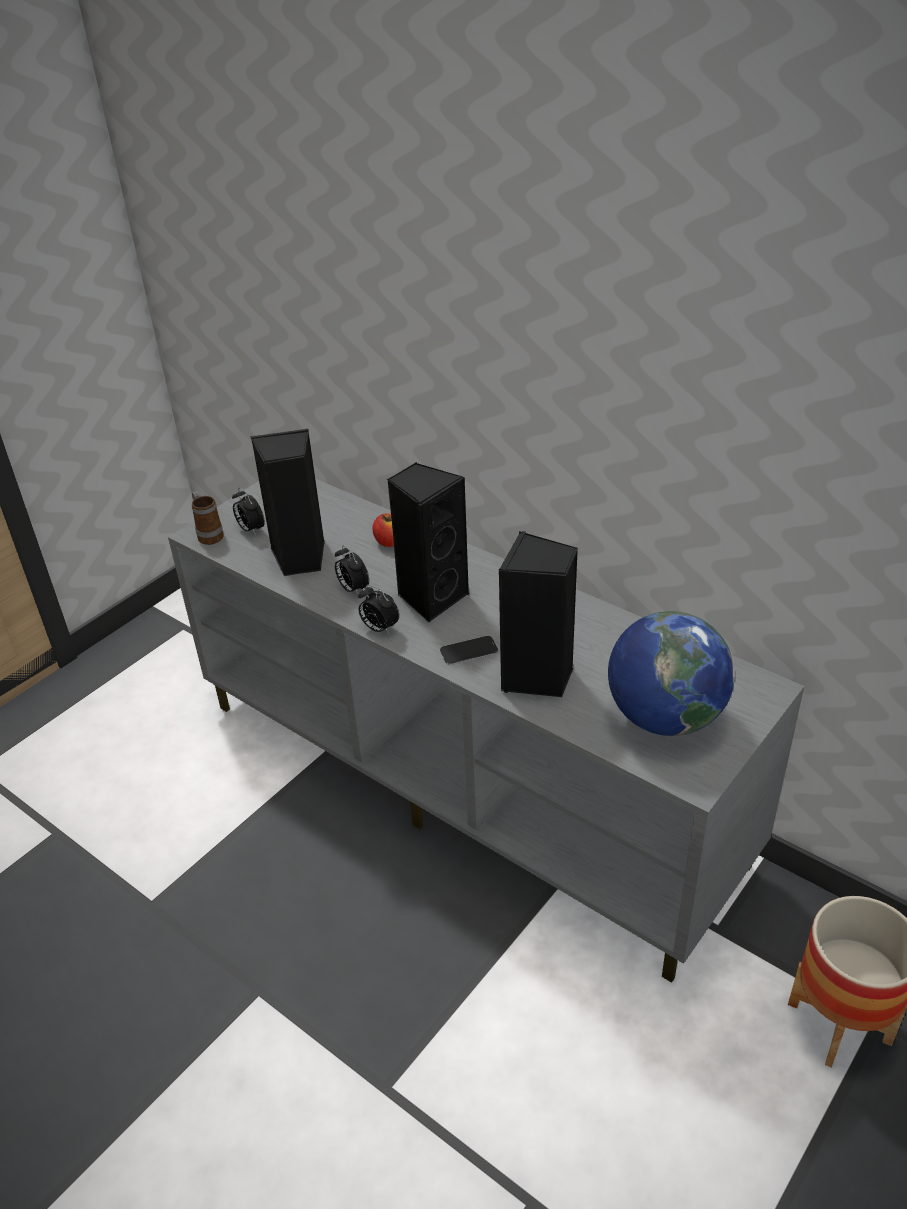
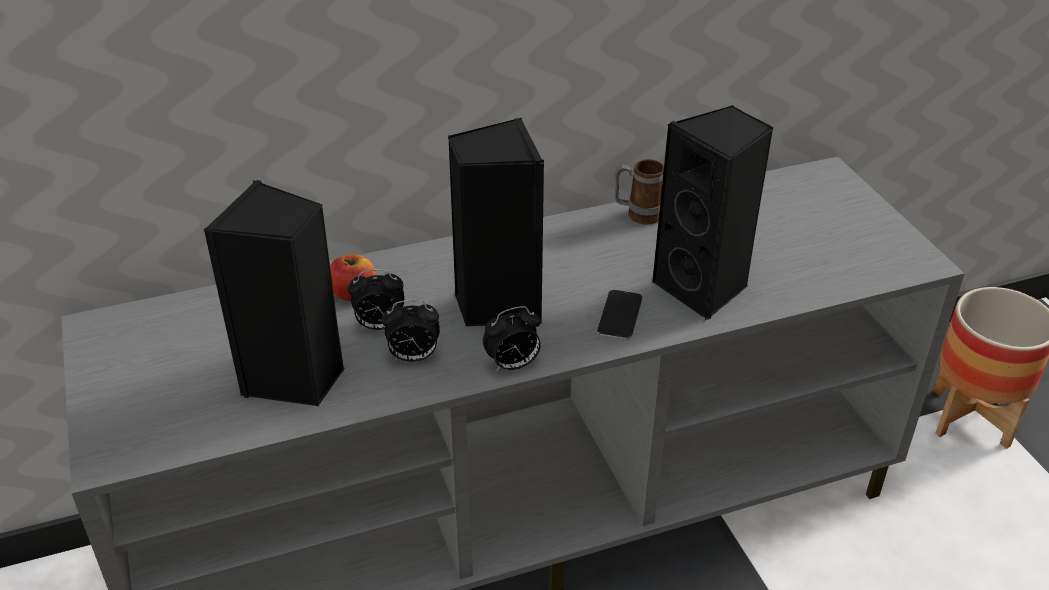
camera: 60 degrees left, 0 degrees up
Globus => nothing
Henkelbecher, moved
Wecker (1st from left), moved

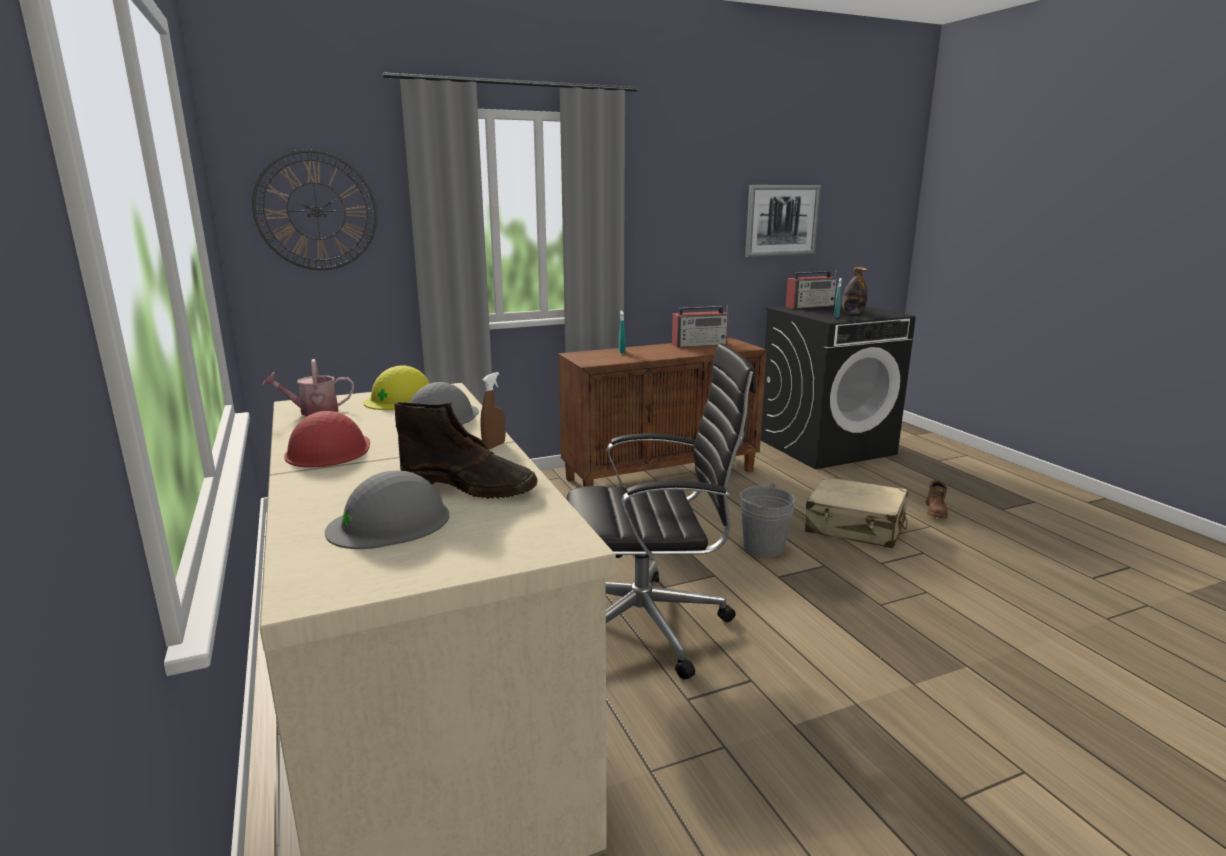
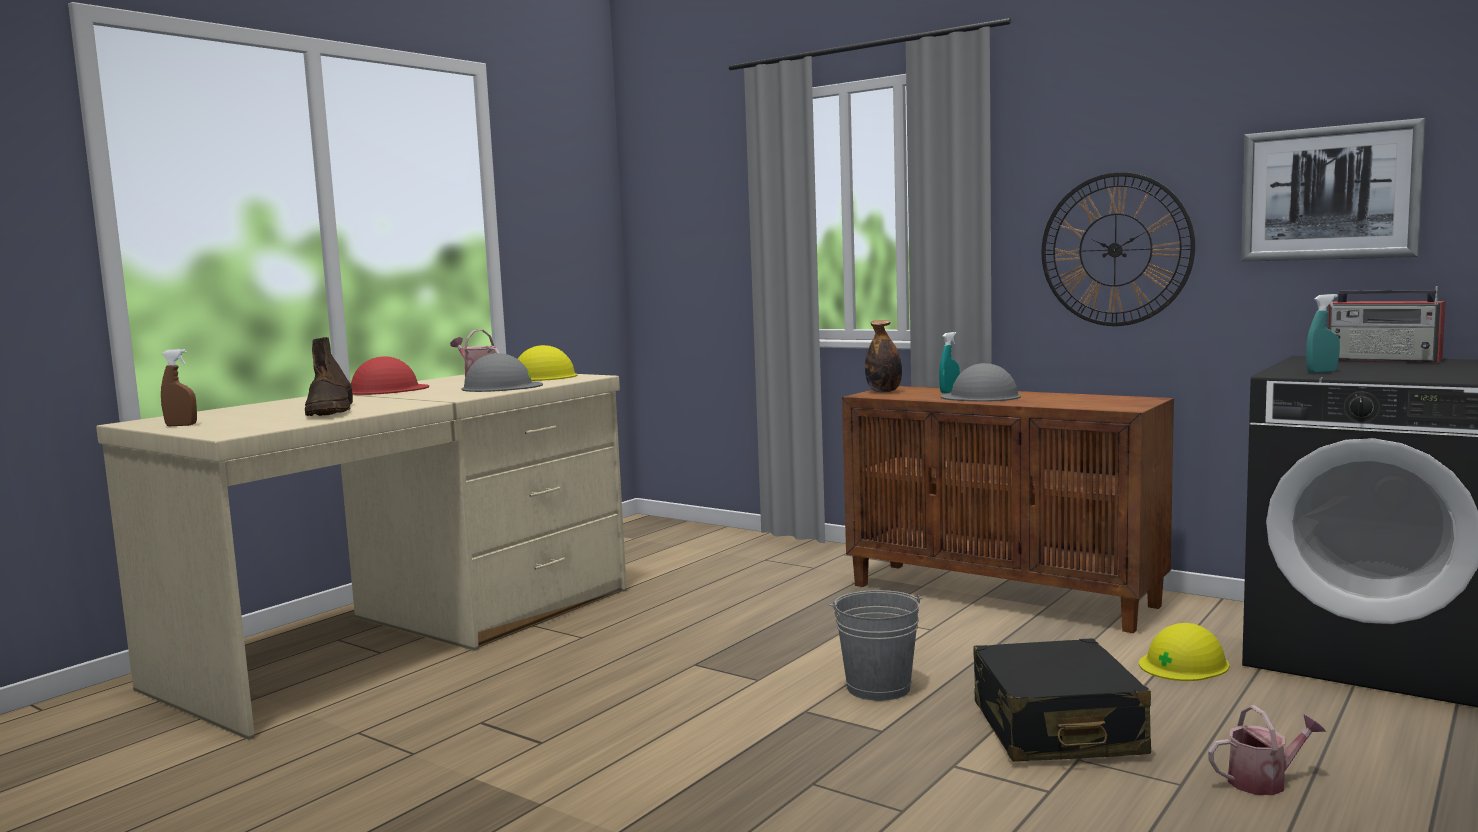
camera: 60 degrees right, 10 degrees down
Bürostuhl (schwarz) => nothing
Radio (1st from left) => nothing
nothing => Schutzhelm (gelb) (2nd from left)
Wanduhr, moved
Schutzhelm (grau) (1st from left in the first image) => Schutzhelm (grau) (2nd from left), moved
Sprühflasche (braun), moved
Flasche, moved
Stiefel (braun) (2nd from left) => Gießkanne (2nd from left)
Koffer (beige) => Koffer (schwarz)

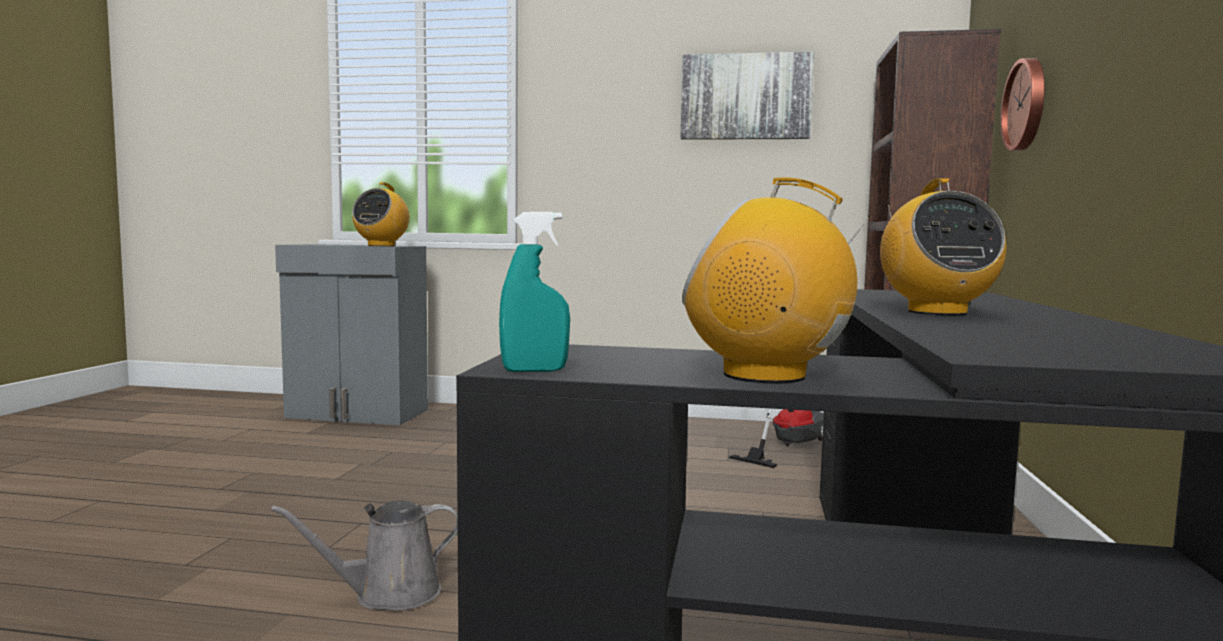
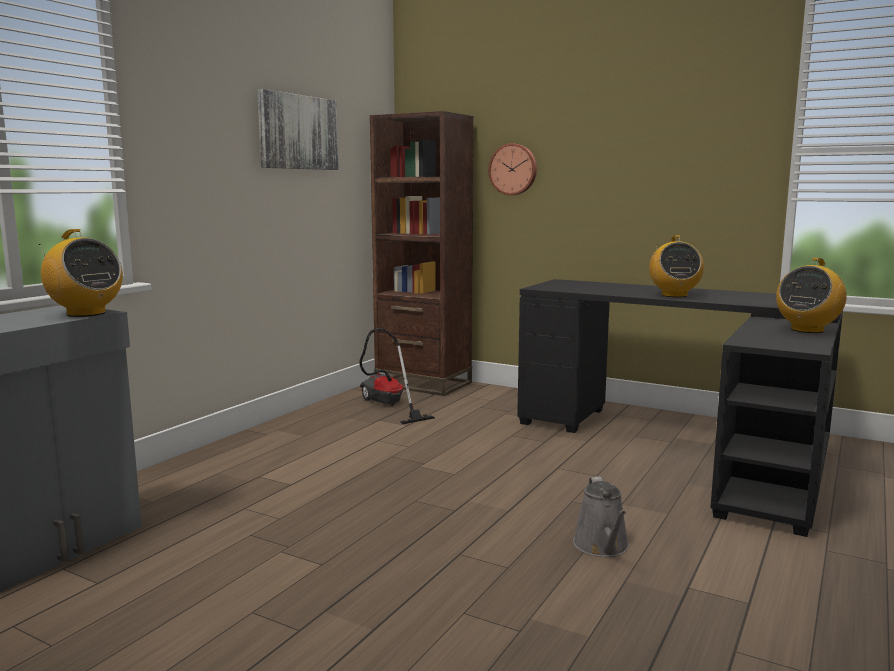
camera: 70 degrees left, 5 degrees up
Sprühflasche (türkis) => nothing
Radio (3rd from left in the first image) => Radio (2nd from left), 75 degrees clockwise

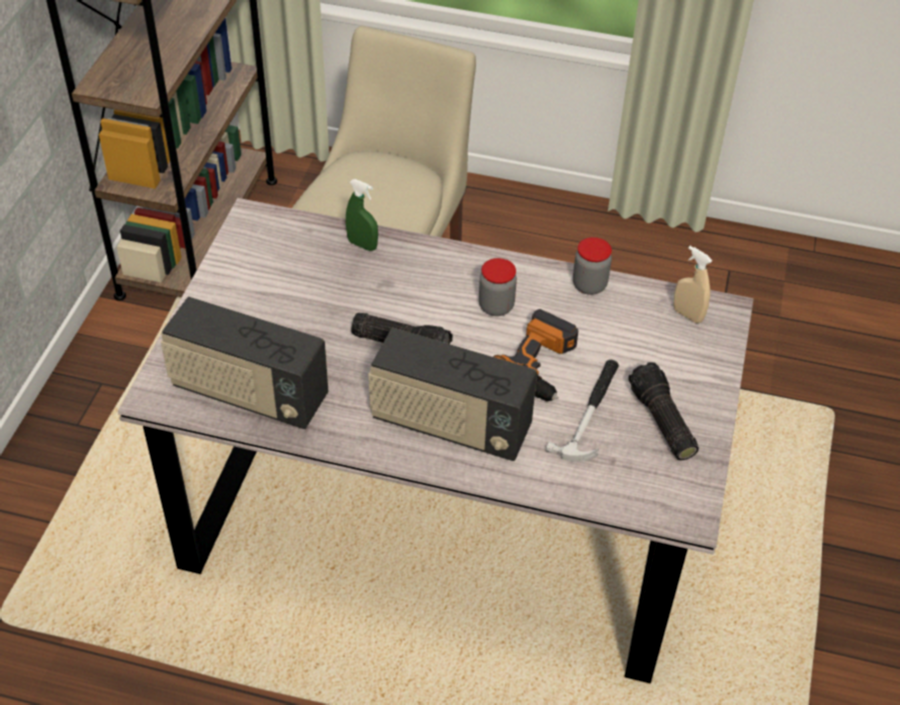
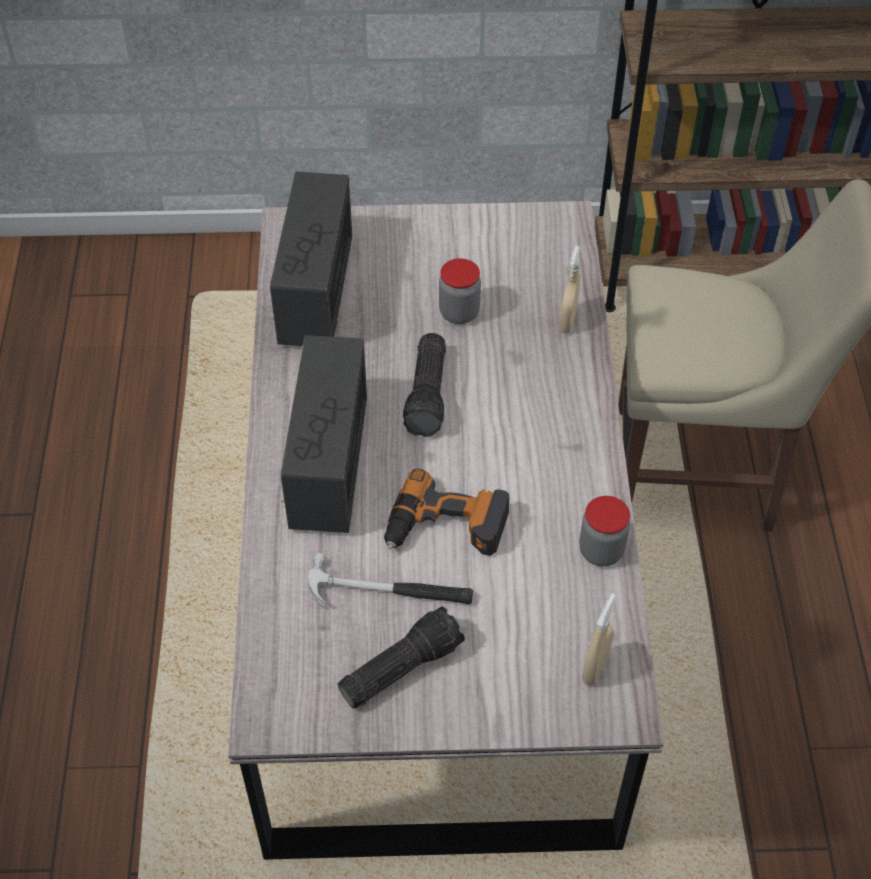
camera: 75 degrees right, 5 degrees up
Vorratsglas (1st from left), moved
Sprühflasche (grün) => Sprühflasche (beige) (1st from left)

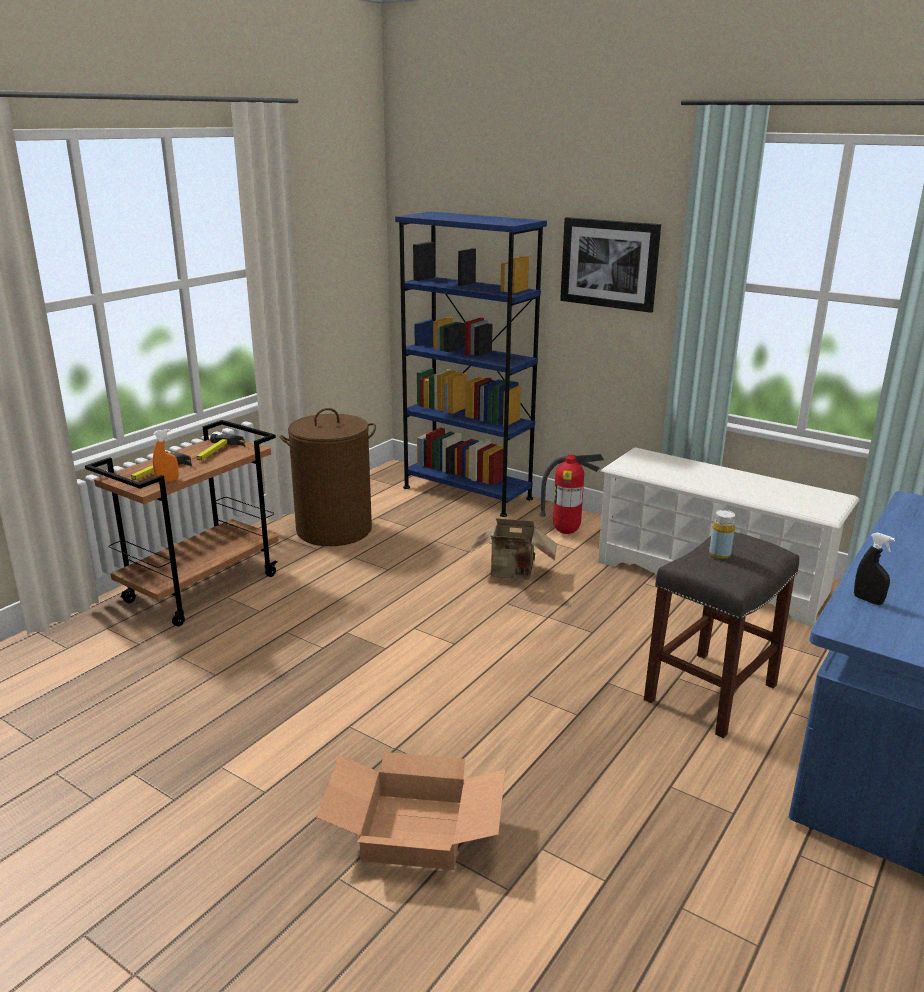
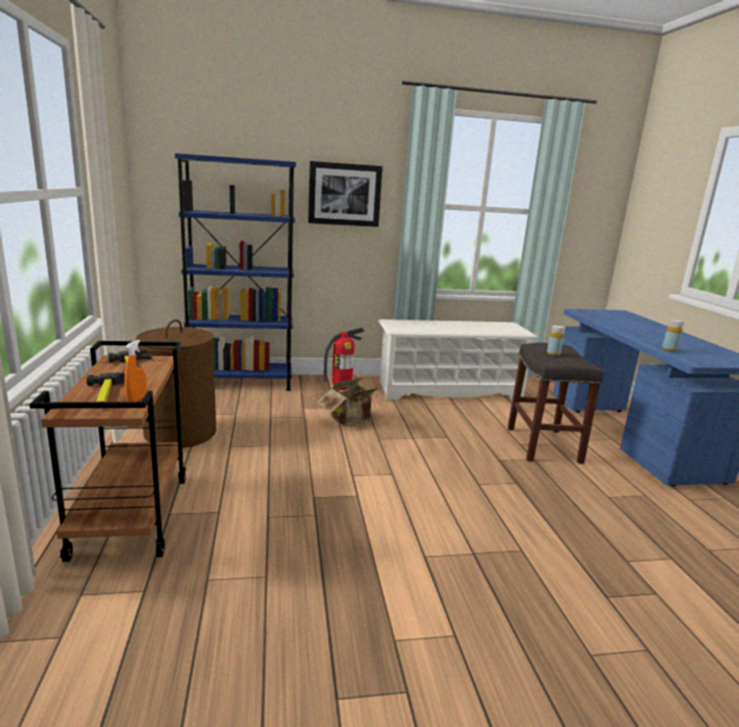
camera: 45 degrees left, 5 degrees down
Karton (1st from left) => nothing
Sprühflasche (schwarz) => Flasche (gelb) (2nd from left)

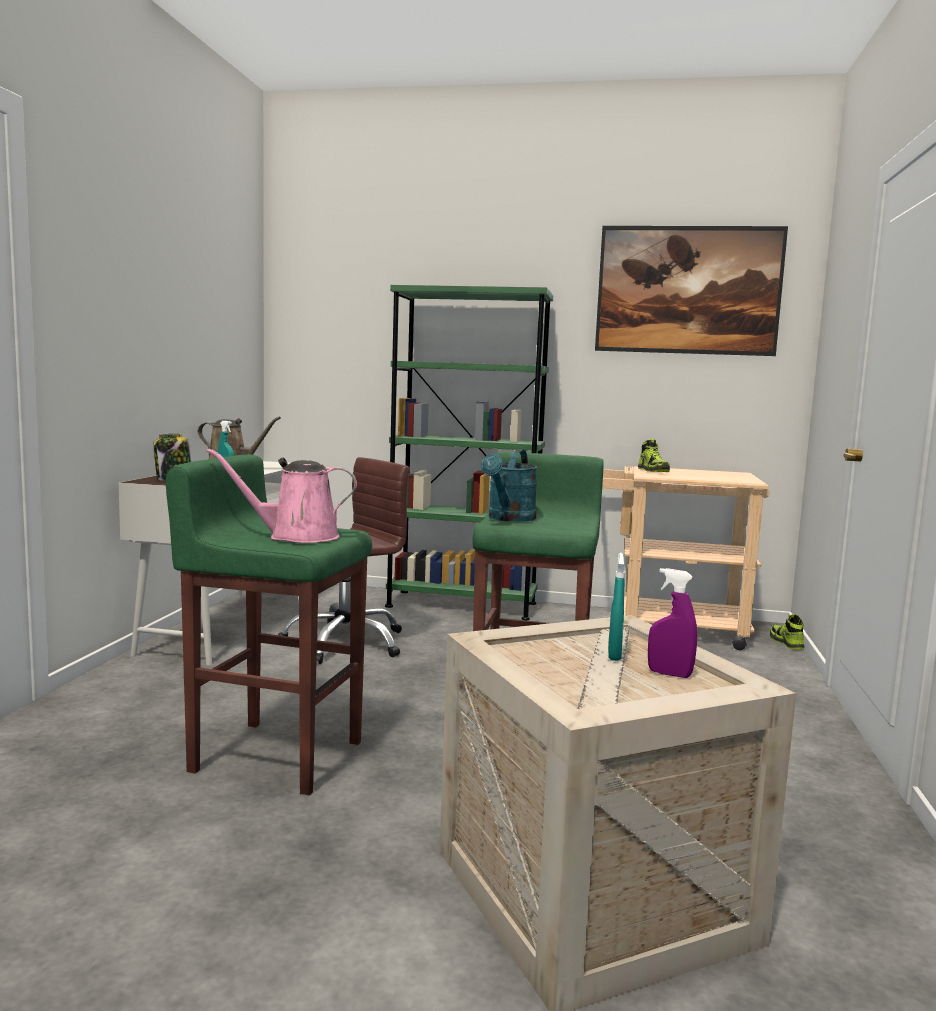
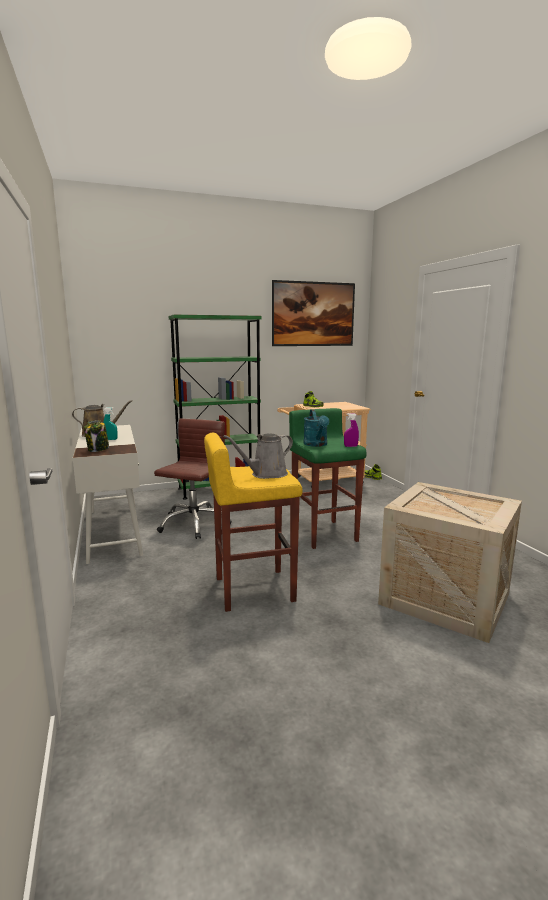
camera: 30 degrees left, 5 degrees up
Sprühflasche (türkis) (2nd from left) => nothing
Sprühflasche (lila), moved
Hocker (grün) (1st from left) => Hocker (gelb)
Gießkanne (rosa) => Gießkanne (grau)

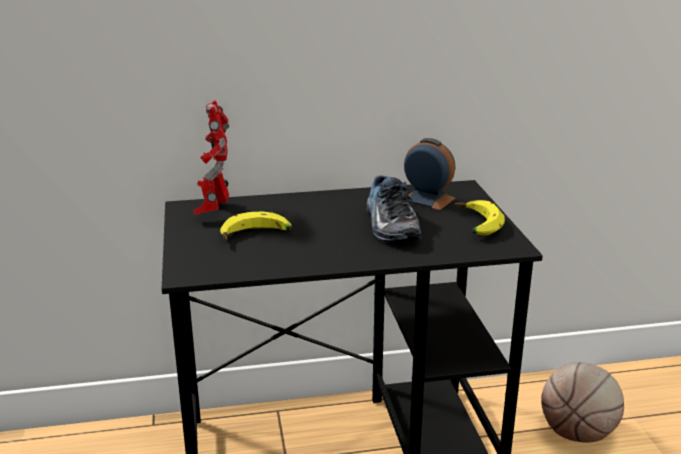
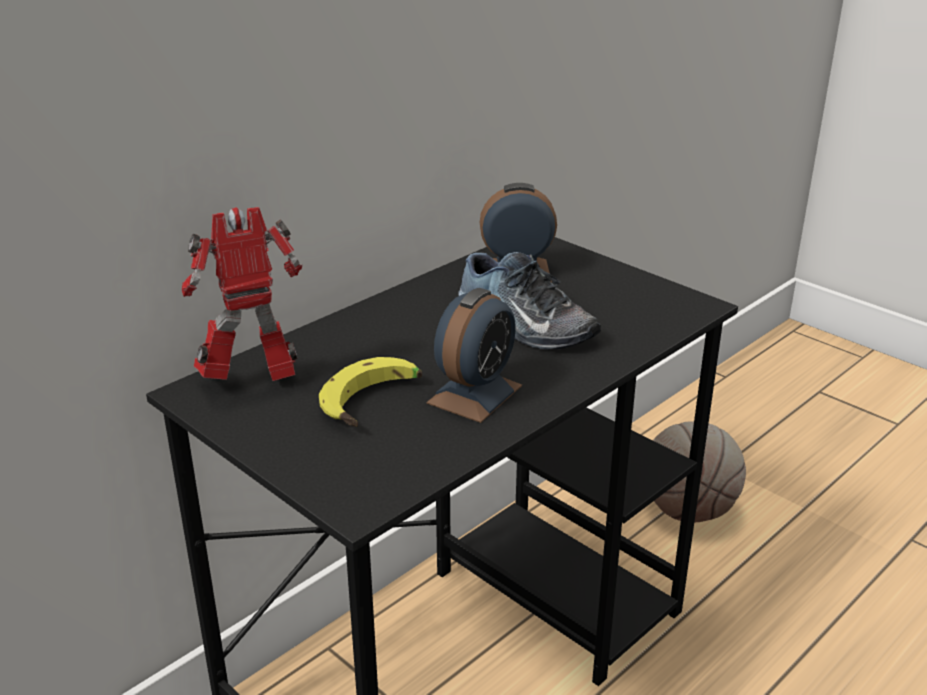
camera: 35 degrees left, 5 degrees up
Banane (2nd from left) => nothing
nothing => Wecker (1st from left)
Spielzeugroboter, 105 degrees clockwise

